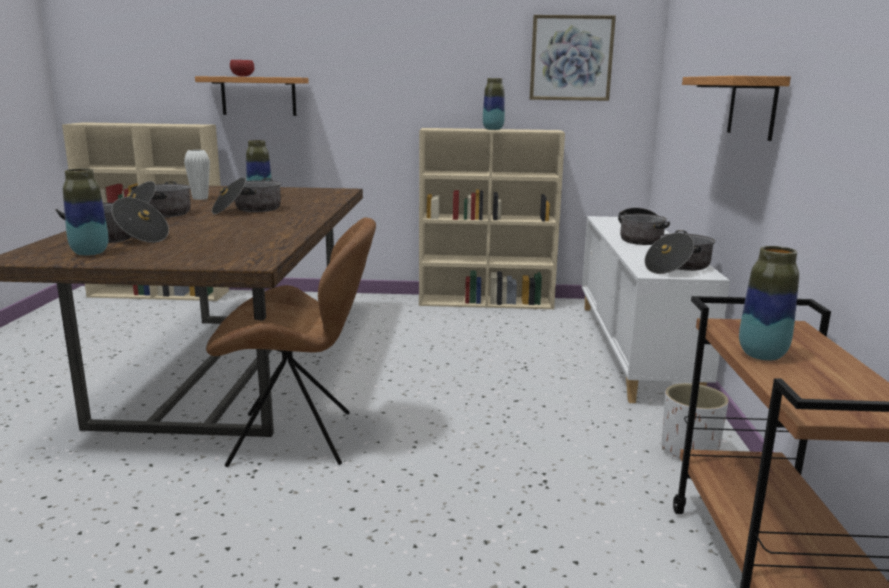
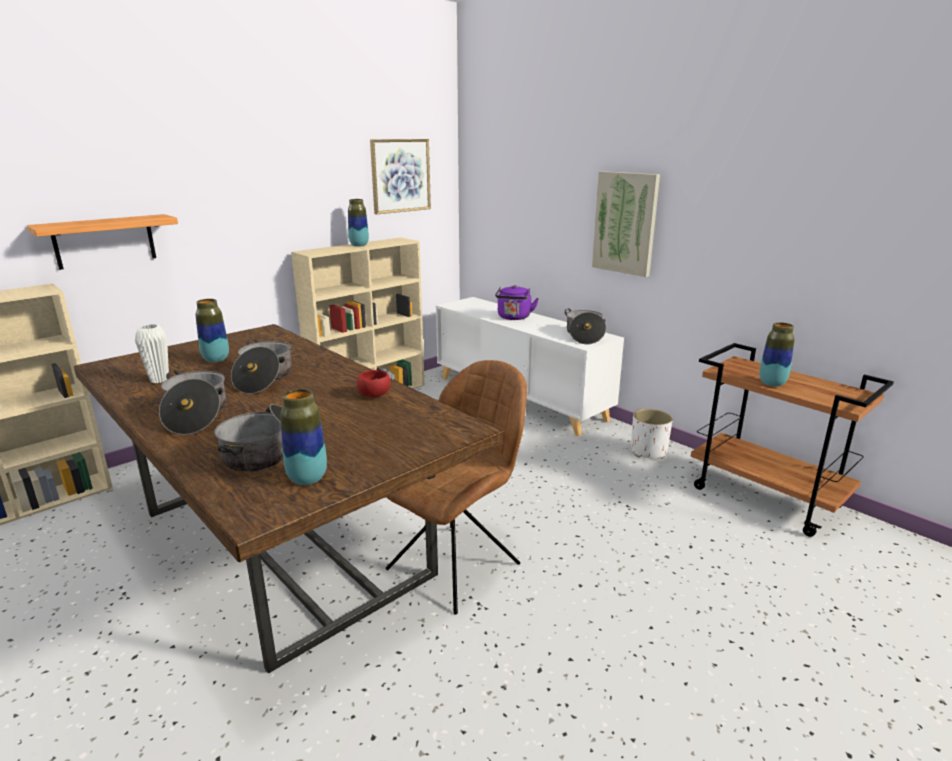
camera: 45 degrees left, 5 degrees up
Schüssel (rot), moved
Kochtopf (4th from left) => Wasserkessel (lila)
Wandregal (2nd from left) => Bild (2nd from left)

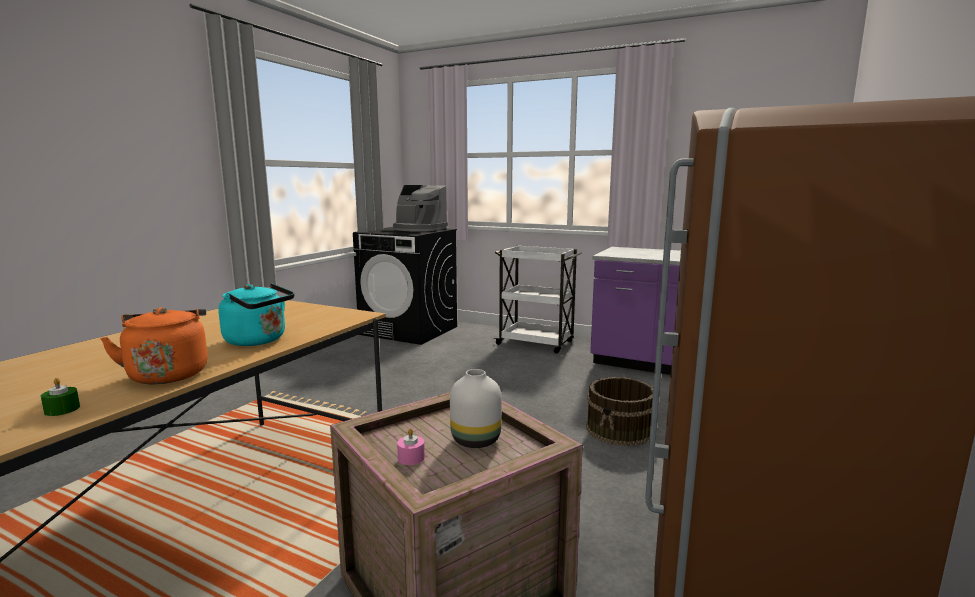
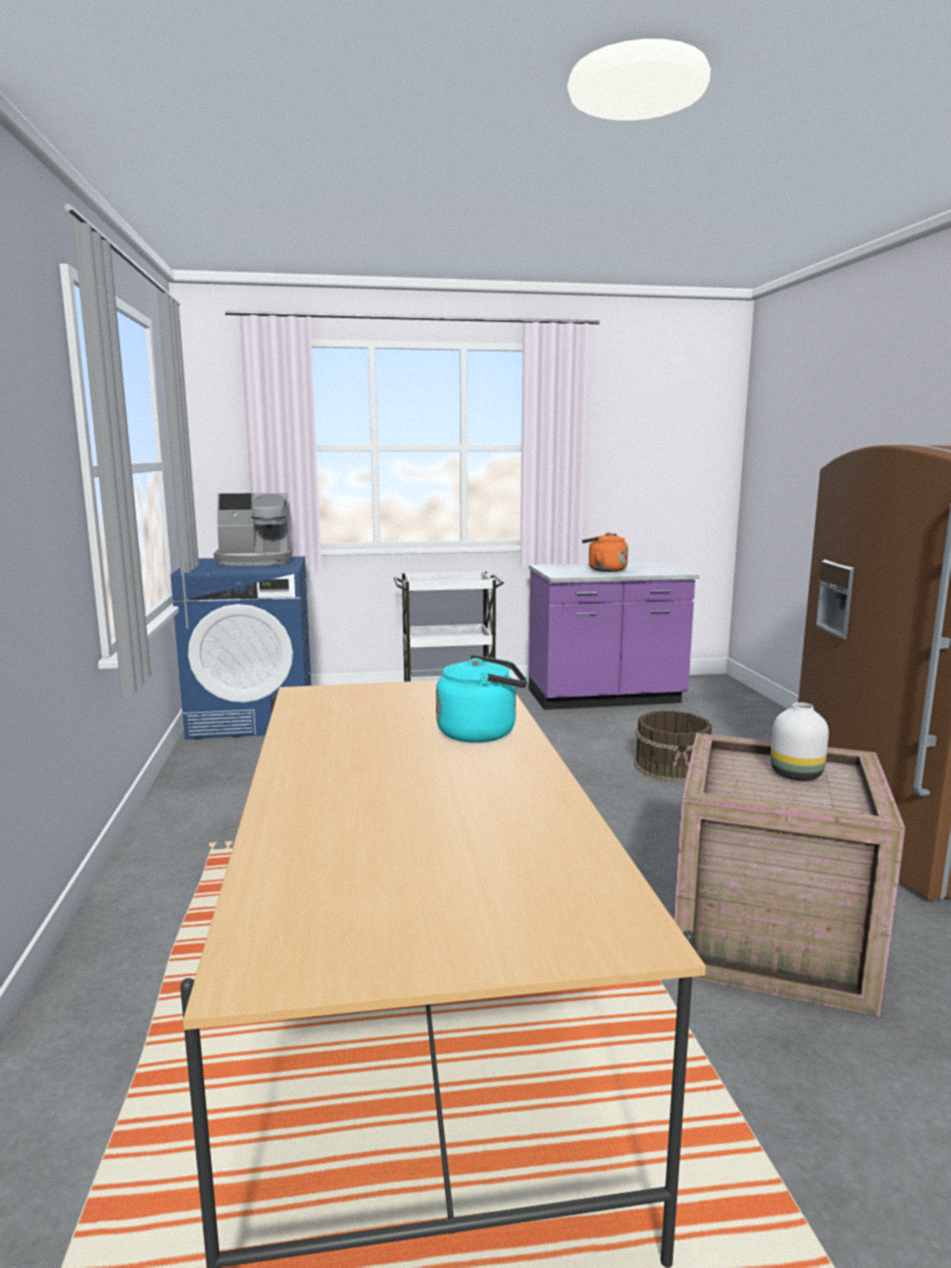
camera: 35 degrees left, 0 degrees up
Kerze (grün) => nothing
Kerze (rosa) => nothing
Wasserkessel (orange), moved
Waschmaschine (schwarz) => Waschmaschine (blau)

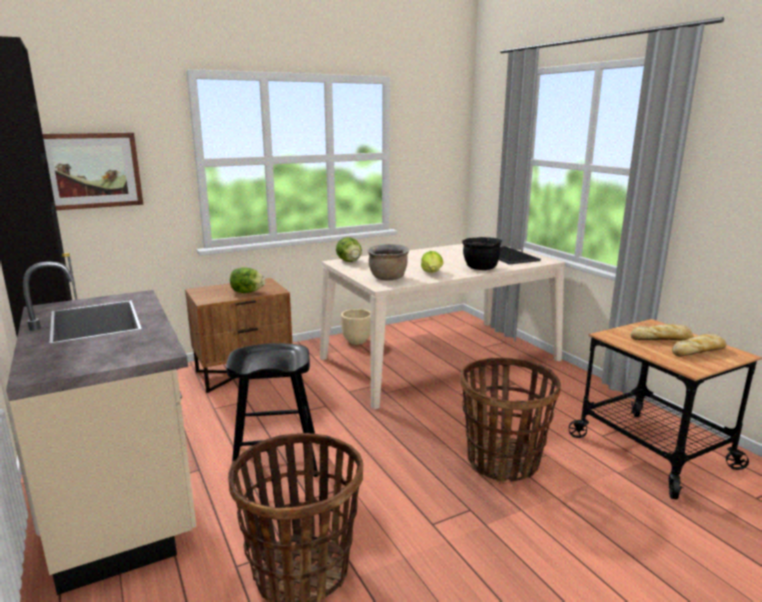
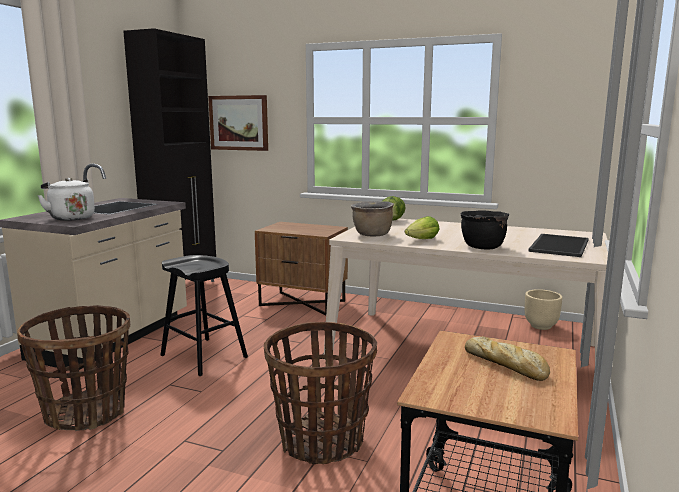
camera: 50 degrees right, 5 degrees down
Salatkopf (1st from left) => nothing
Brot (2nd from left) => nothing
nothing => Wasserkessel (weiß)
Pflanzkübel (beige), moved

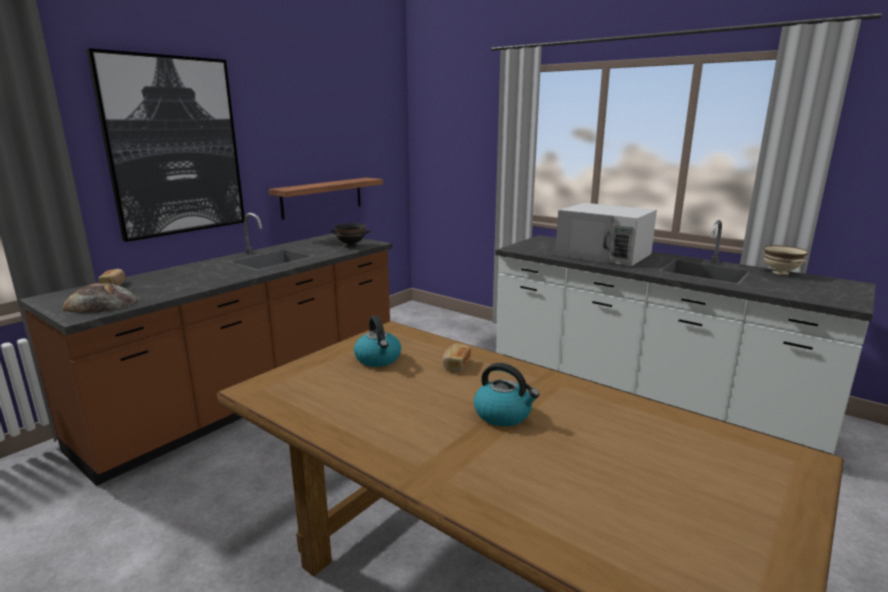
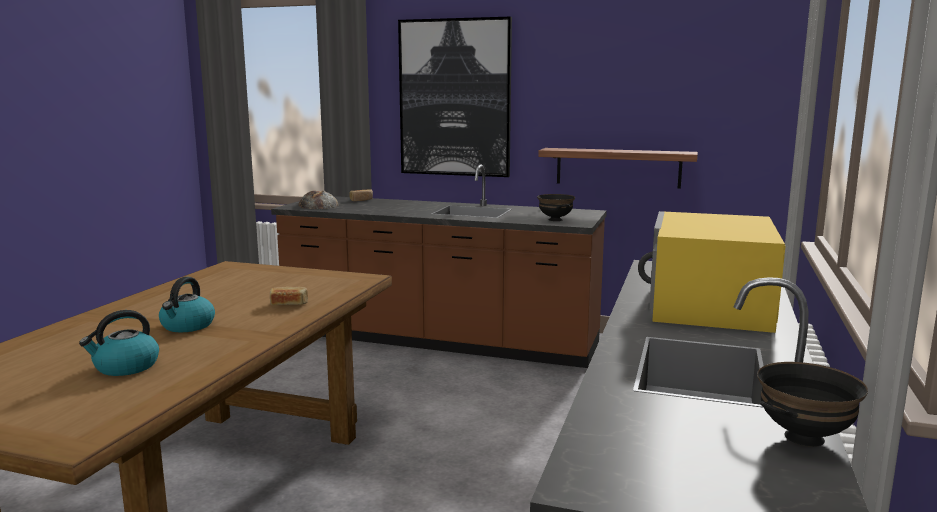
camera: 70 degrees right, 5 degrees down
Wasserkessel (1st from left), moved
Mikrowelle (weiß) => Mikrowelle (gelb)
Schüssel (beige) => Schüssel (schwarz) (2nd from left)

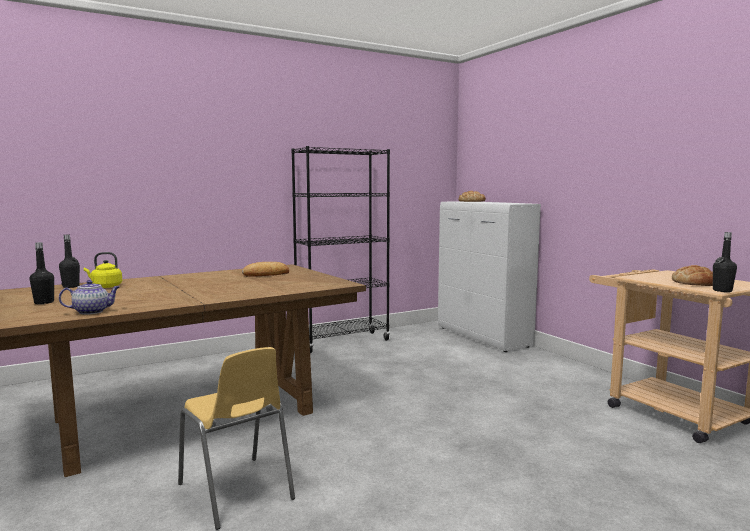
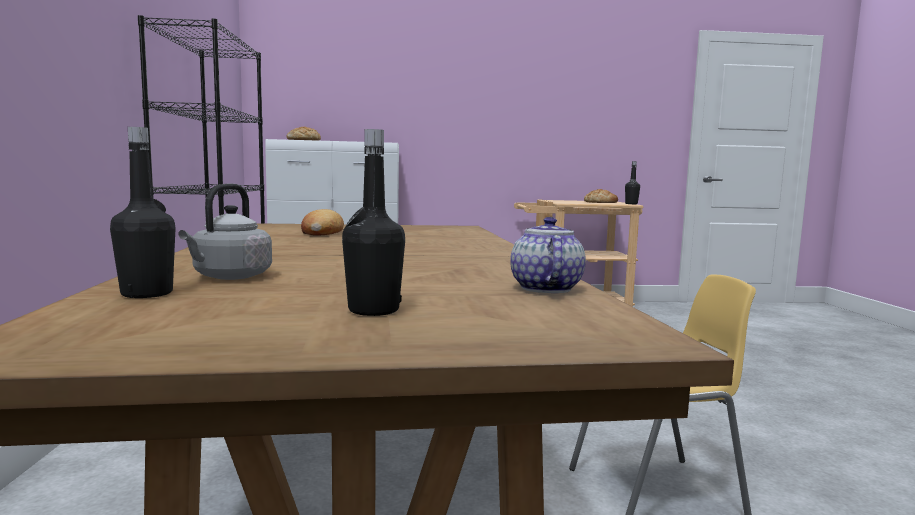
camera: 65 degrees left, 0 degrees up
Wasserkessel (gelb) => Wasserkessel (grau)

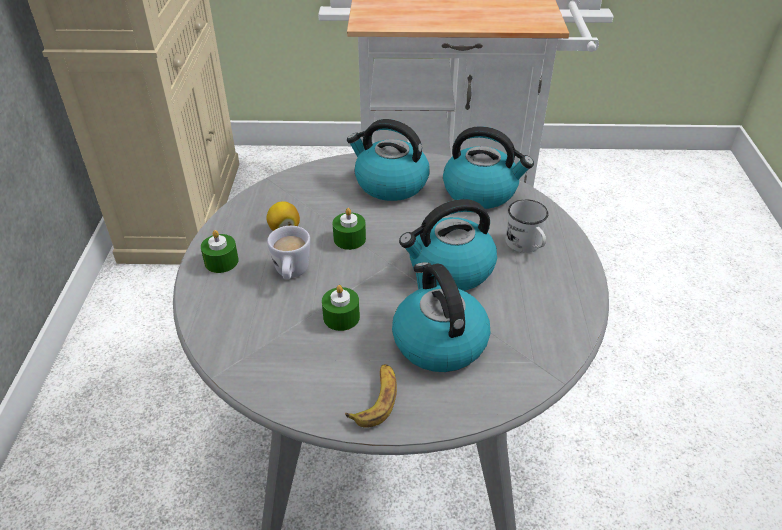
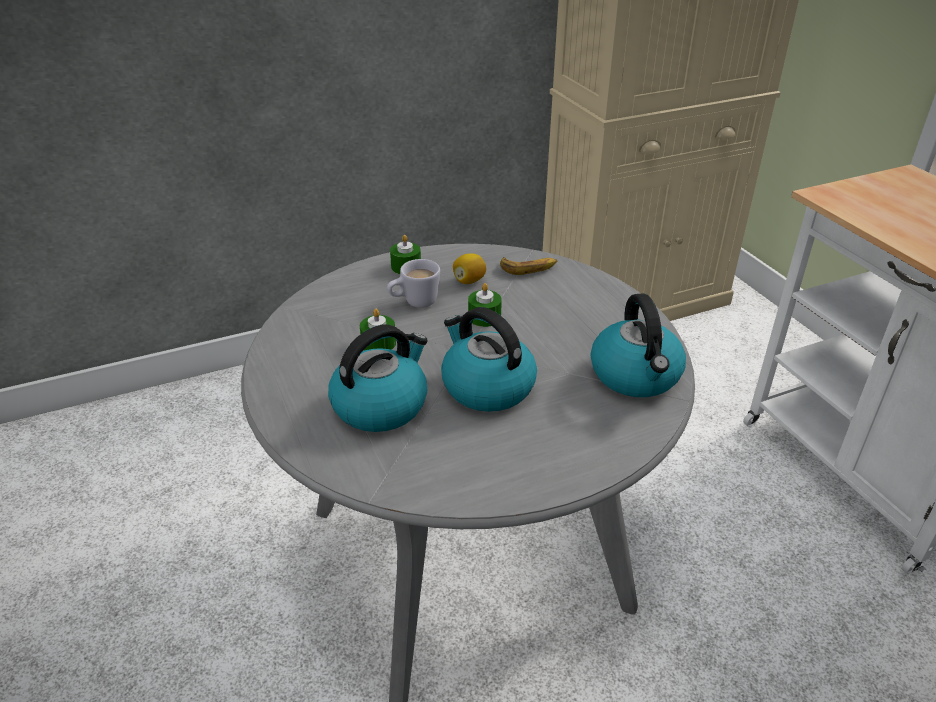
camera: 65 degrees right, 5 degrees down
Wasserkessel (1st from left) => nothing
Henkelbecher (weiß) (2nd from left) => nothing
Banane, moved

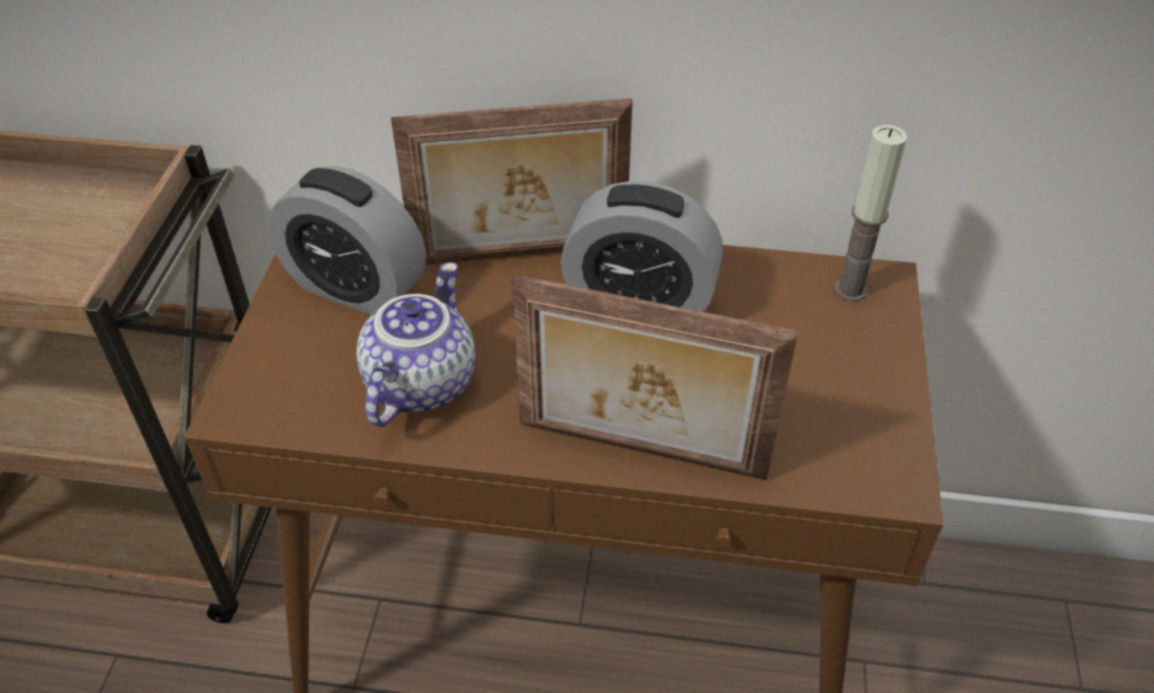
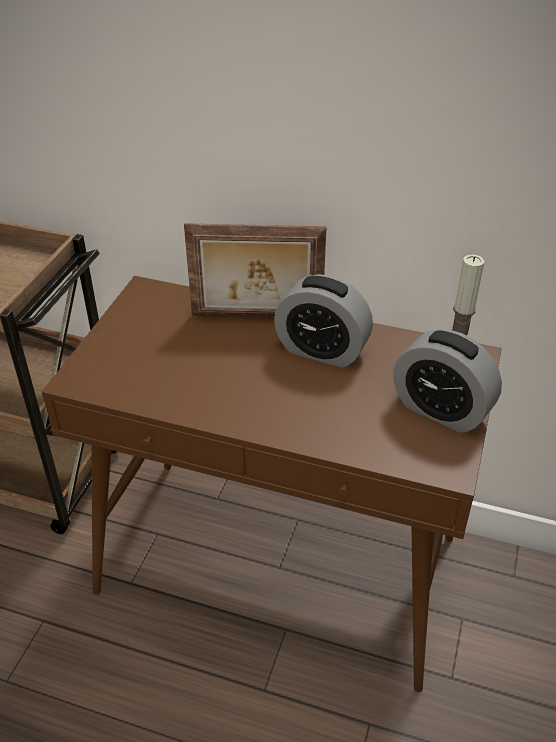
camera: 10 degrees right, 5 degrees down
Teekanne => nothing
Bilderrahmen (2nd from left) => nothing
Wecker (1st from left in the first image) => Wecker (2nd from left), moved

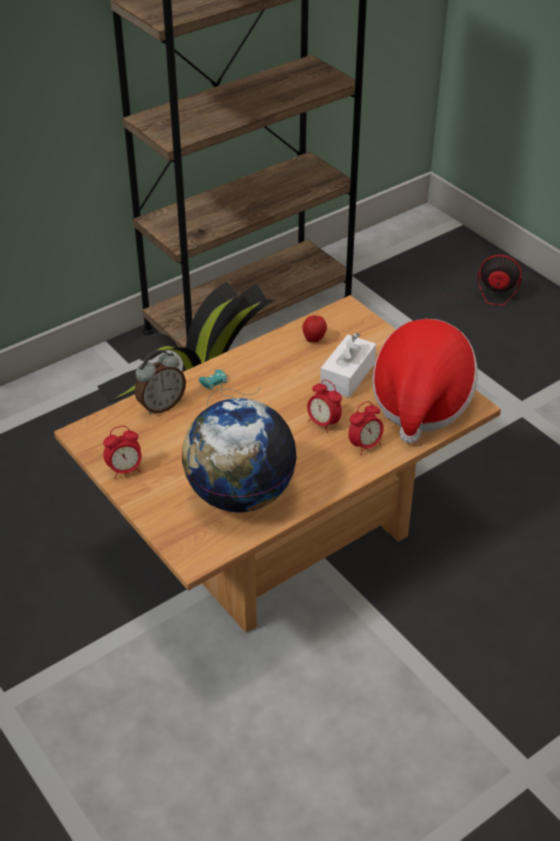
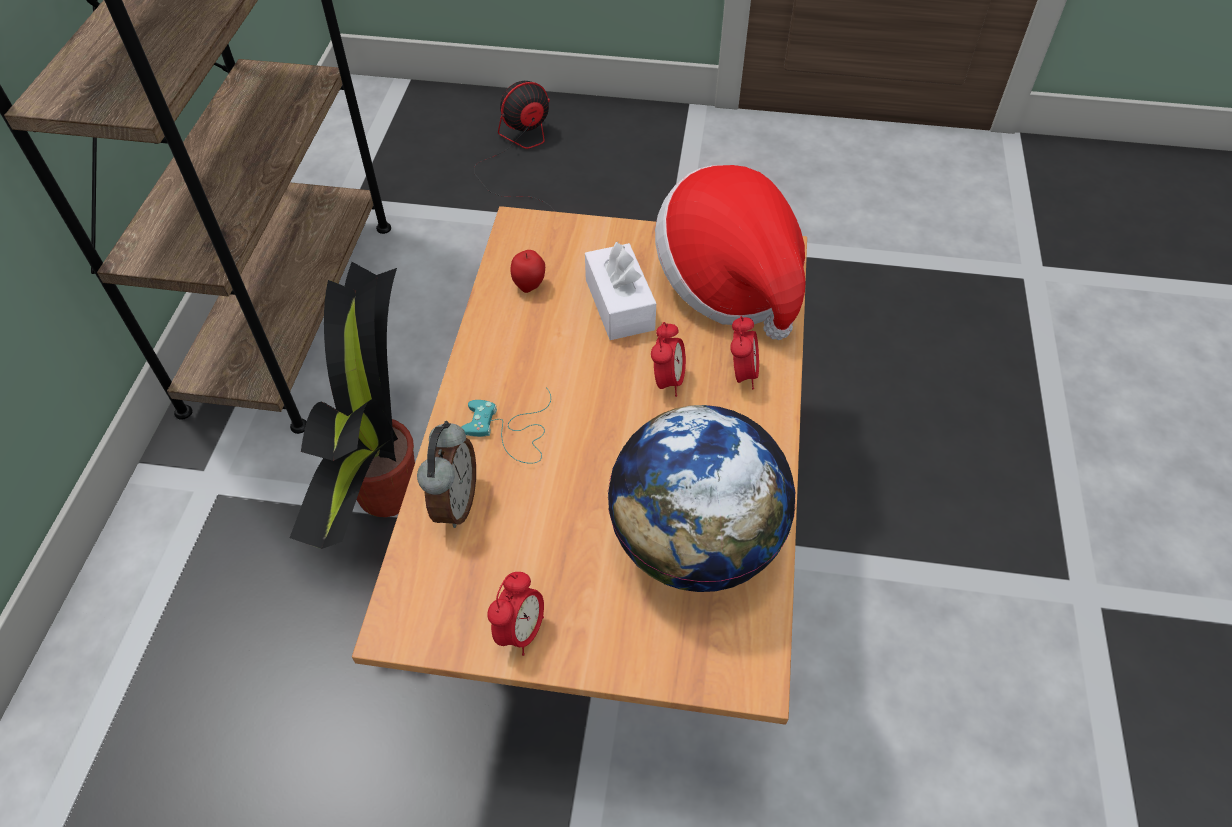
camera: 45 degrees left, 10 degrees up
Wecker (3rd from left), 75 degrees counterclockwise

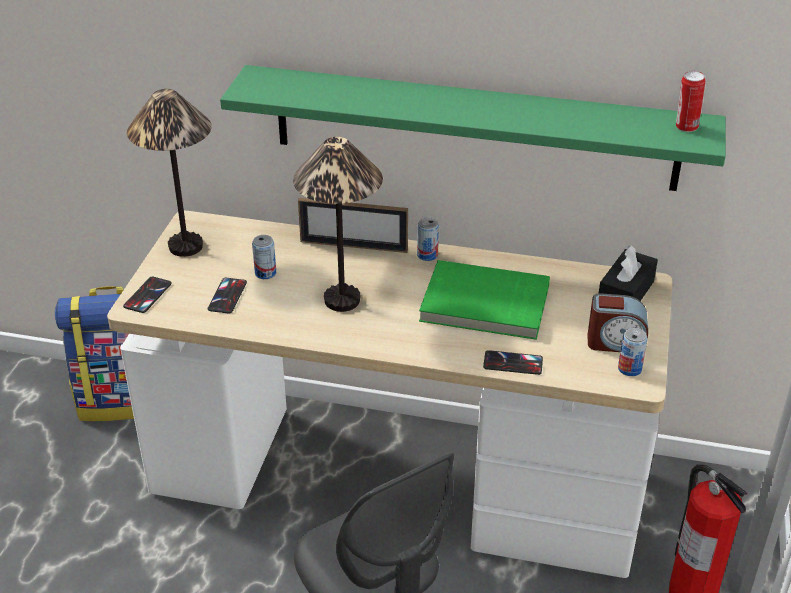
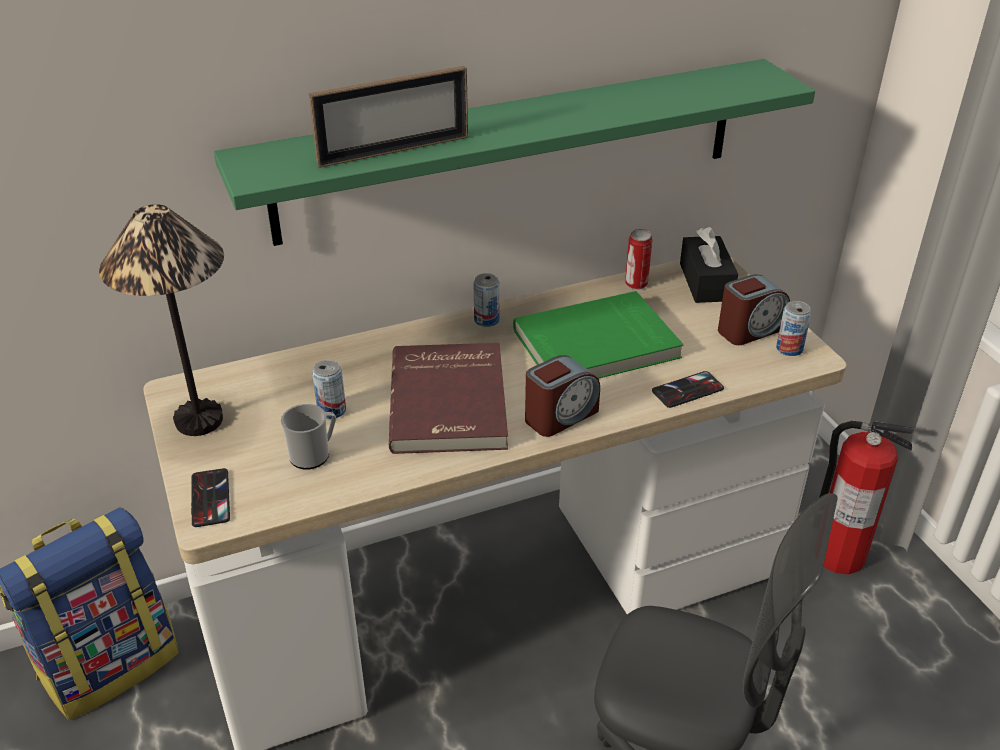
camera: 35 degrees left, 0 degrees up
nothing => Wecker (1st from left)
Bilderrahmen, moved
Dose (4th from left in the first image) => Dose (3rd from left), moved
Handy (2nd from left) => Henkelbecher
Tischlampe (2nd from left) => Buch (rot)

